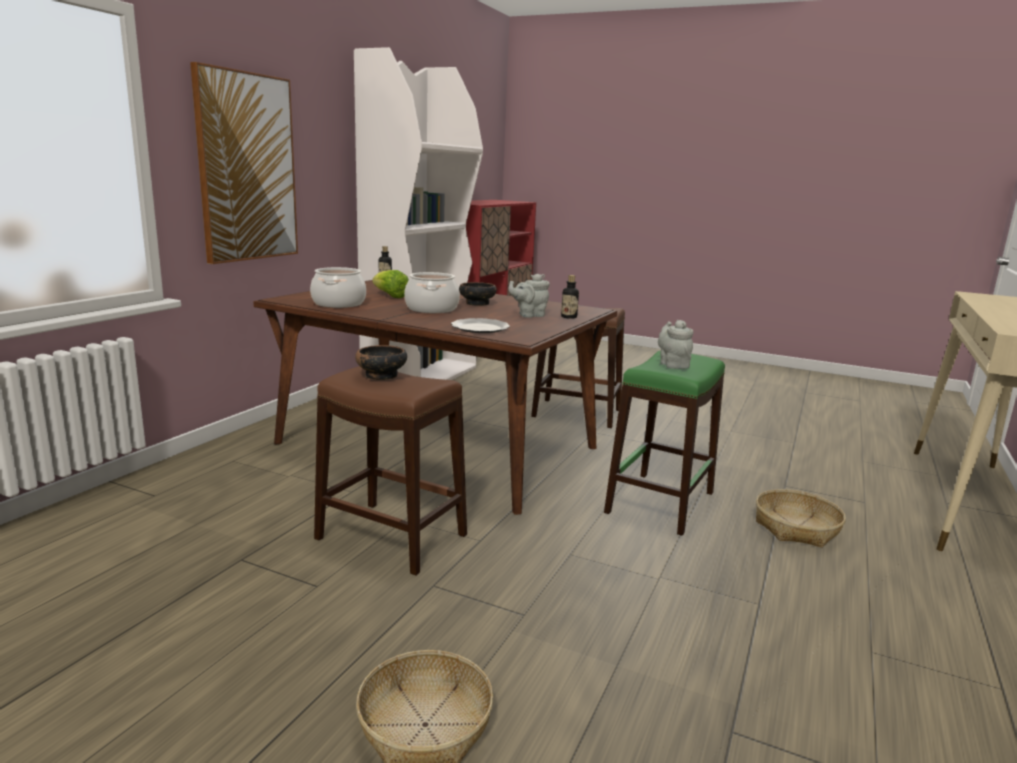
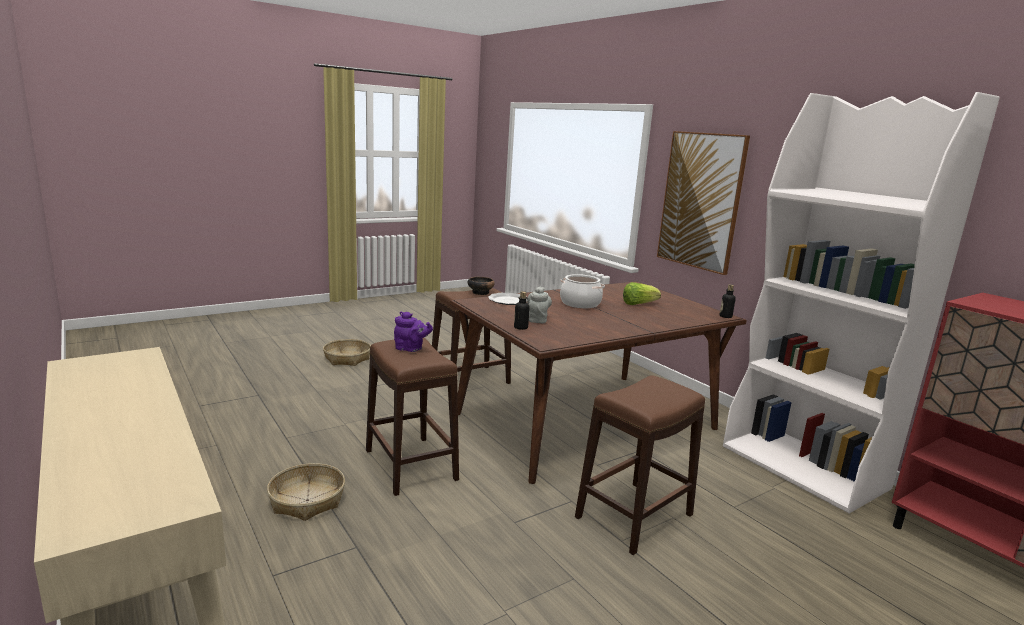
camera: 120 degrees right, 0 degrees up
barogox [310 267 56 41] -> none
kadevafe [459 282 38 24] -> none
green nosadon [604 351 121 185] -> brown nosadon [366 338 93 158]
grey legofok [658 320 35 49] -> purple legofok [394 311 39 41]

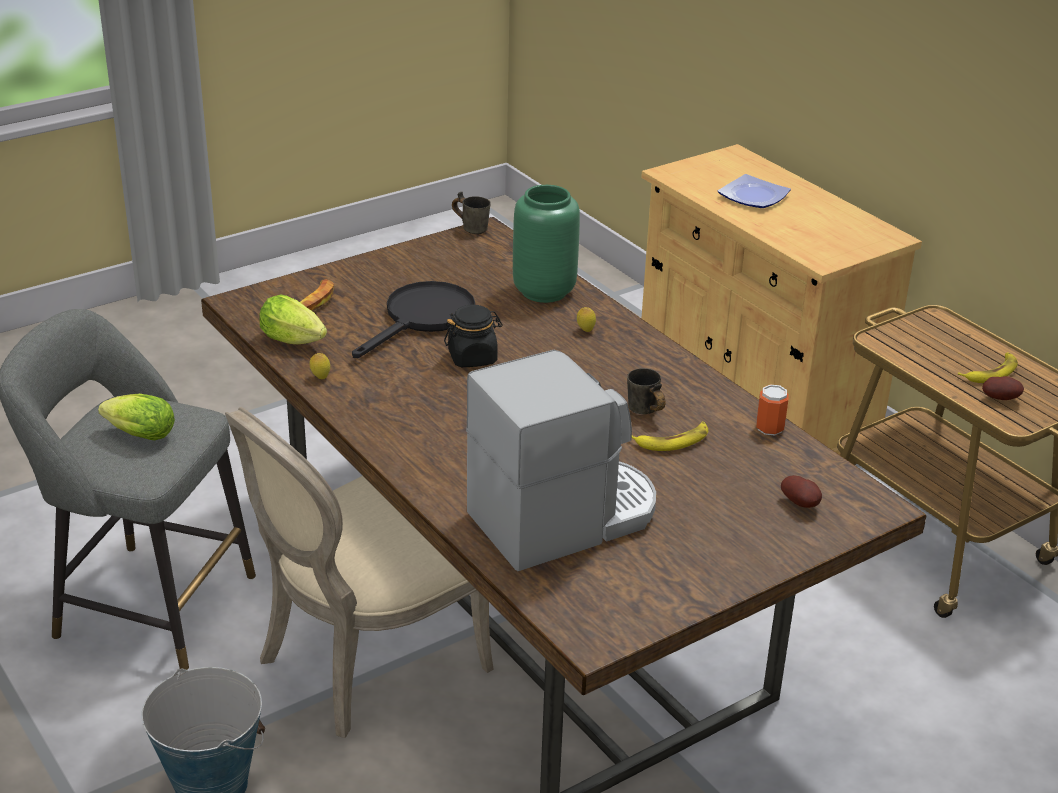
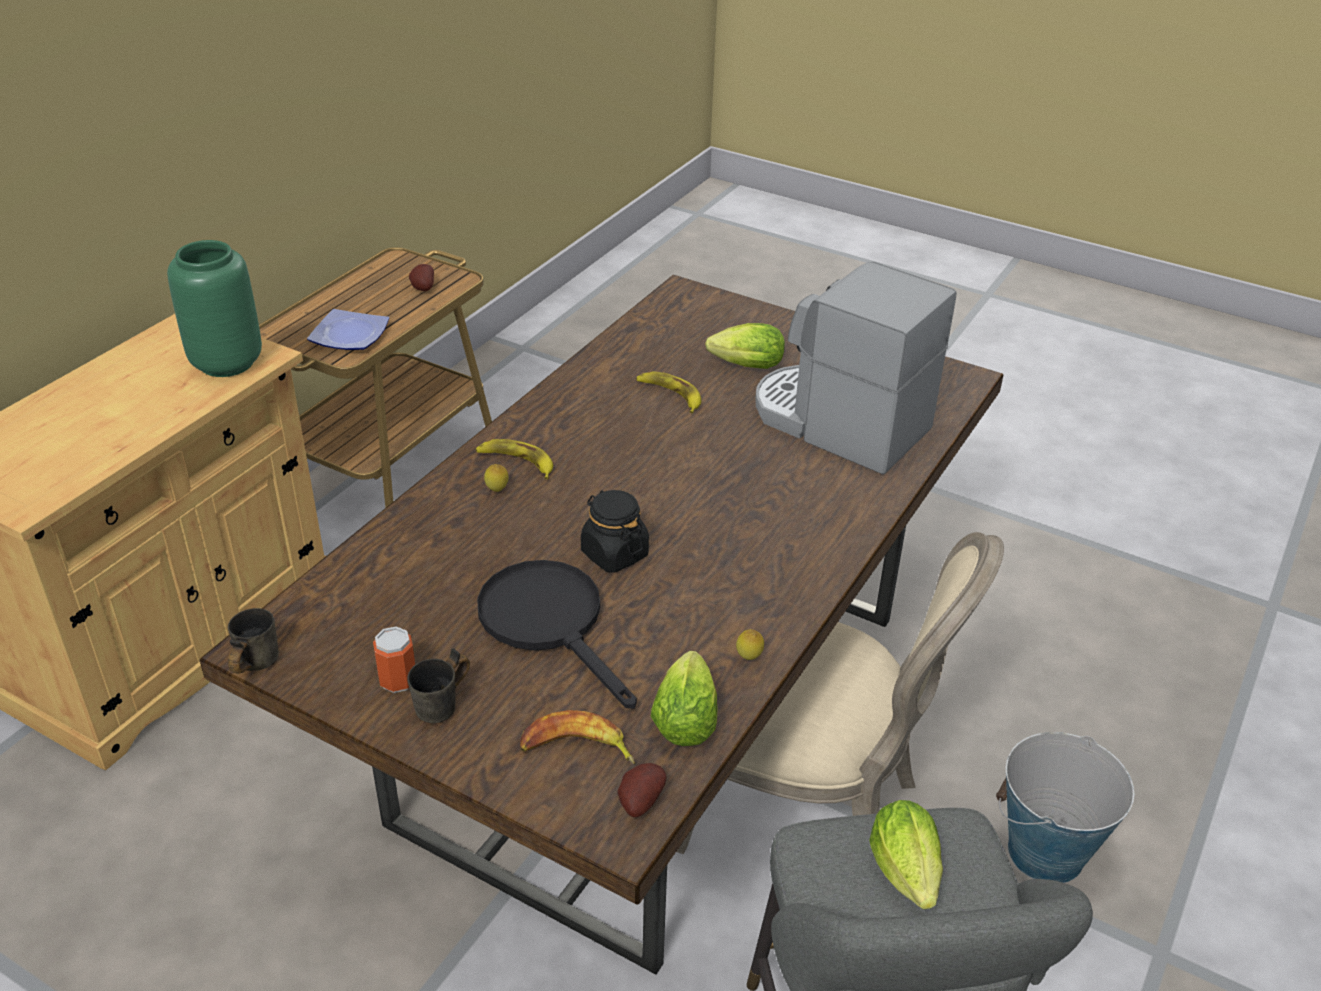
camera: 115 degrees left, 5 degrees up
none -> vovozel [705 323 80 46]
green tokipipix [513 185 67 118] -> green tokipipix [167 240 95 137], relocated
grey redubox [627 368 39 46] -> grey redubox [407 648 63 75], relocated
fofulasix [717 174 74 34] -> fofulasix [307 309 82 41], relocated
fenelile [756 385 32 50] -> fenelile [373 626 42 67], relocated
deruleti [781 475 41 33] -> deruleti [617 763 49 54], relocated
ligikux [958 353 60 30] -> ligikux [476 439 77 40], relocated
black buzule [352 281 123 77] -> black buzule [477 560 160 149], 45 degrees clockwise

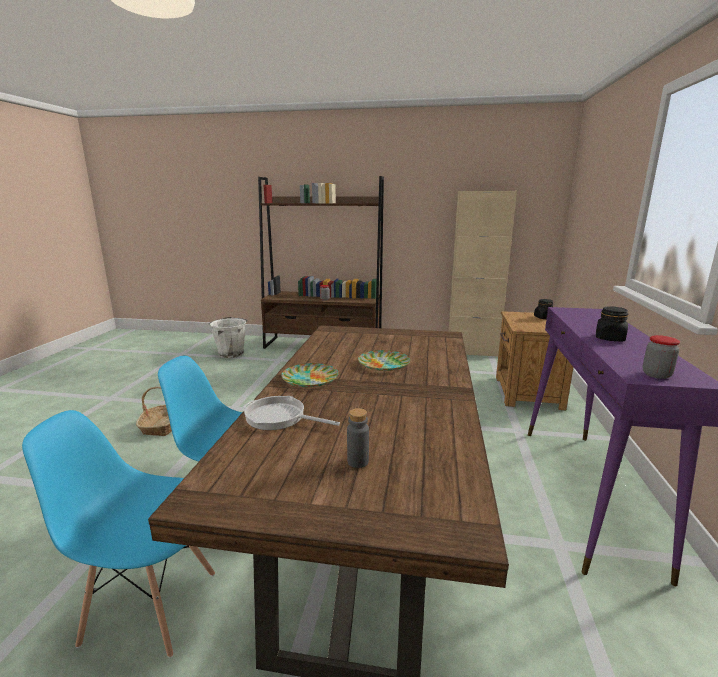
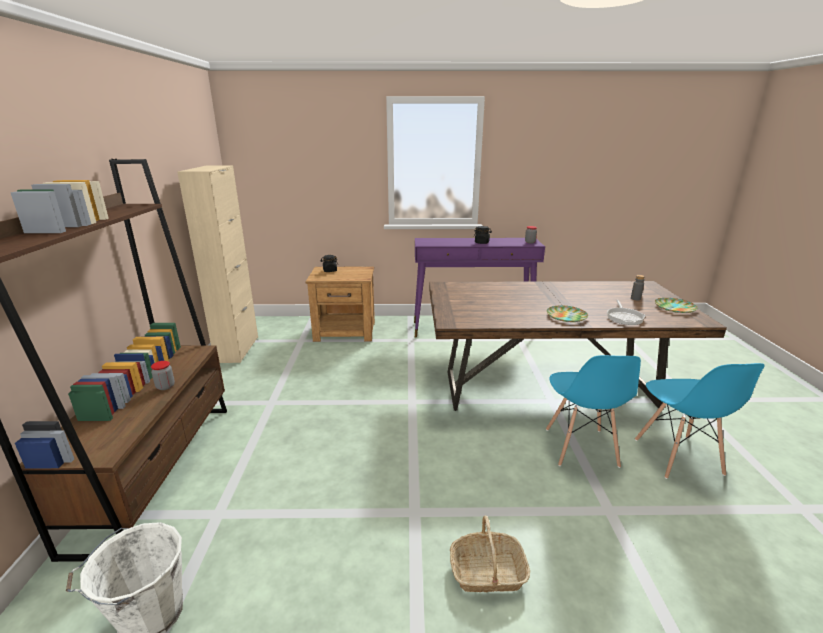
camera: 100 degrees left, 5 degrees up
fofulasix [358 350 52 21] -> fofulasix [655 298 43 15], relocated

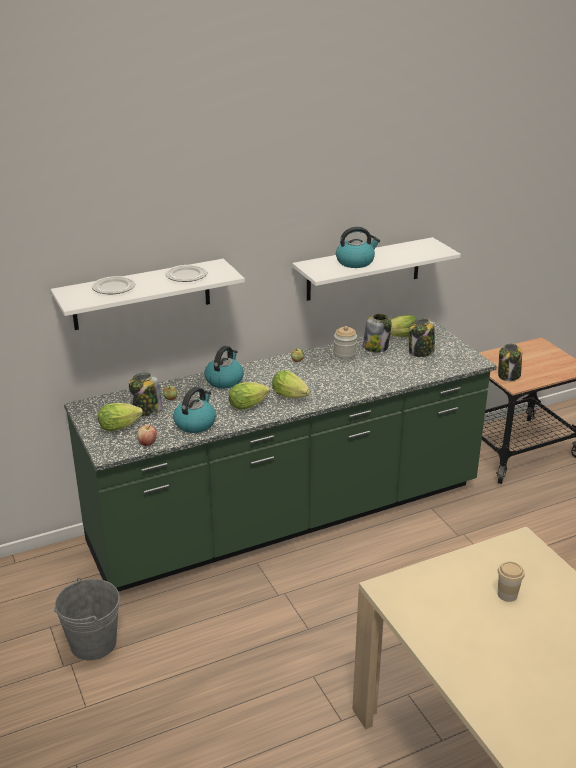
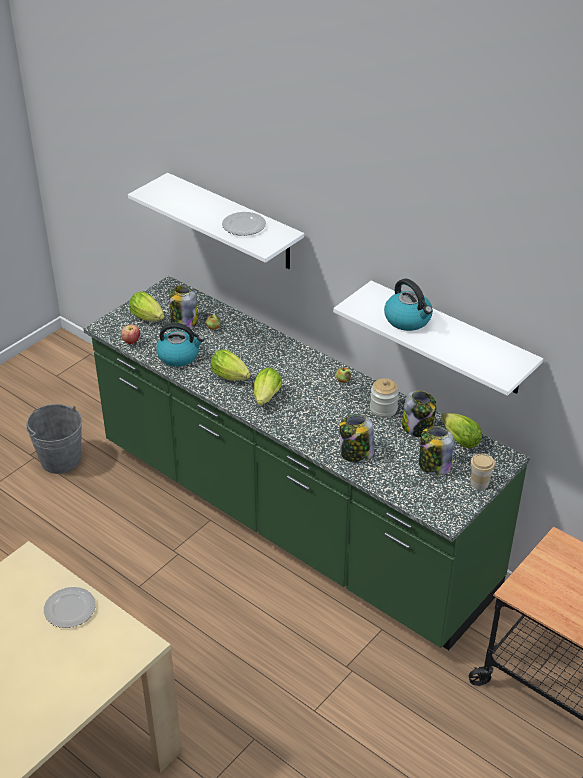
camera: 65 degrees right, 10 degrees up
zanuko [204 346 40 42] -> none
fofulasix [92 276 43 18] -> fofulasix [44 587 52 41], relocated
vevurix [498 343 24 38] -> vevurix [339 414 35 49], relocated
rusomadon [498 562 27 40] -> rusomadon [470 454 25 36], relocated

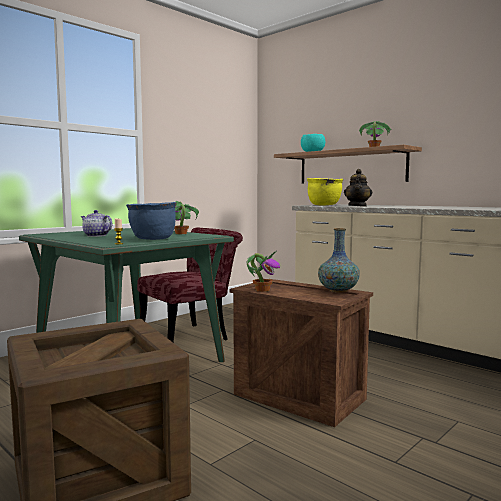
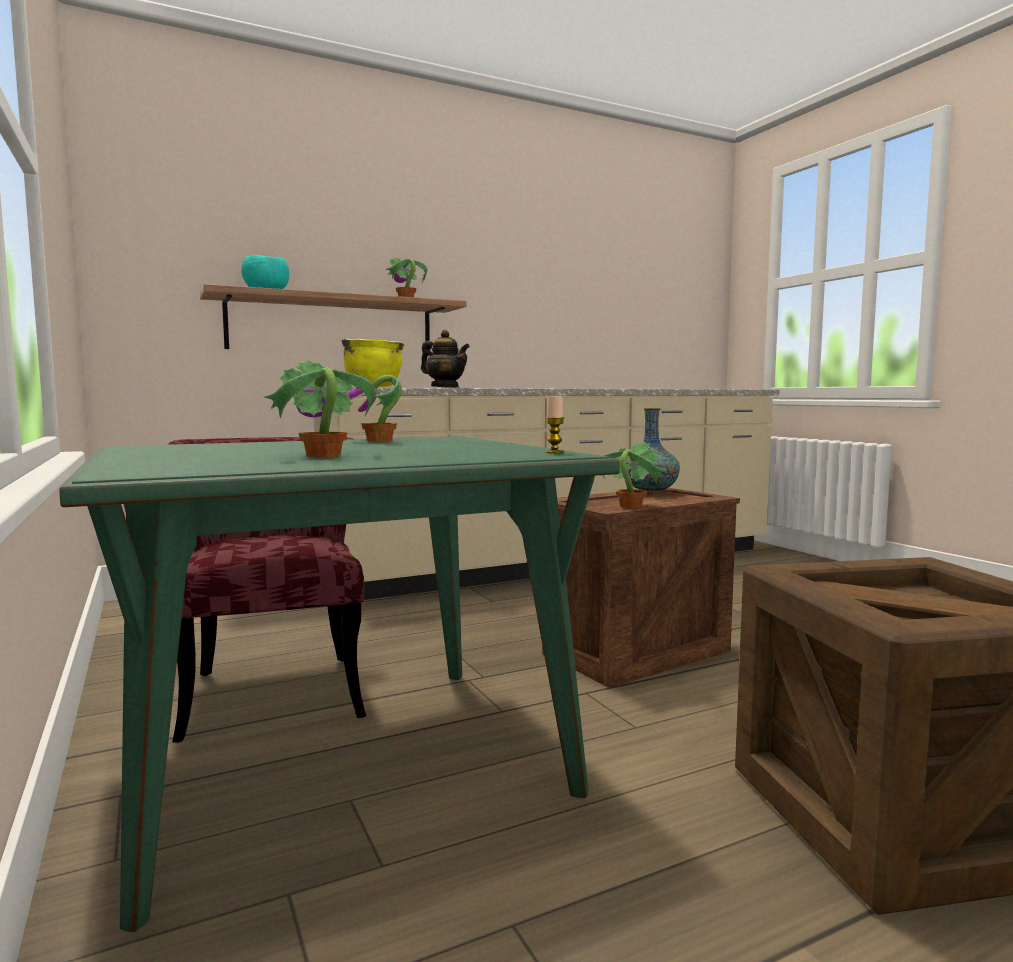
camera: 70 degrees left, 0 degrees up
blue barogox [126 202 51 38] -> none
legofok [81 210 31 27] -> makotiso [264 360 111 98]

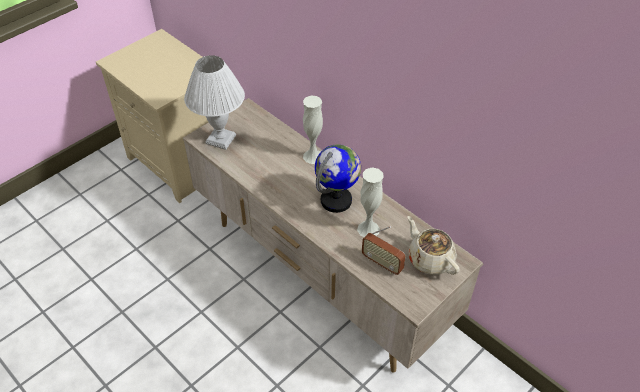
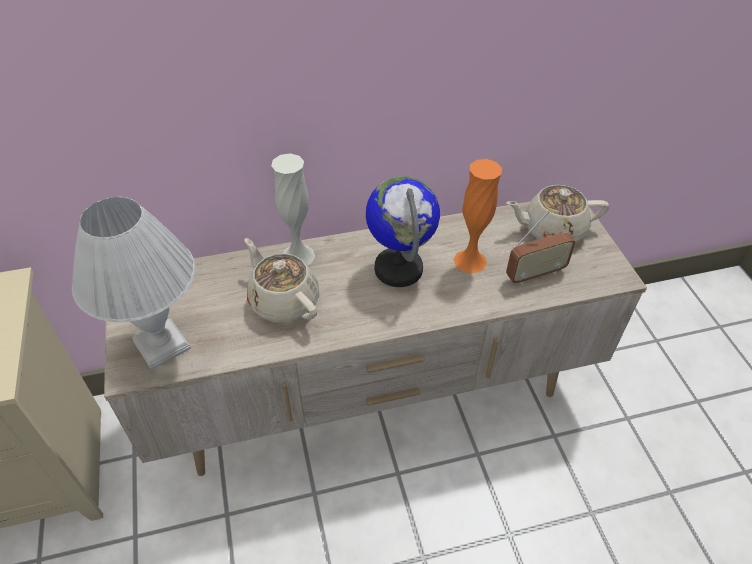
camera: 60 degrees left, 0 degrees up
none -> beige legofok [244 238 75 85]
white tokipipix [357 167 27 70] -> orange tokipipix [453 159 49 114]

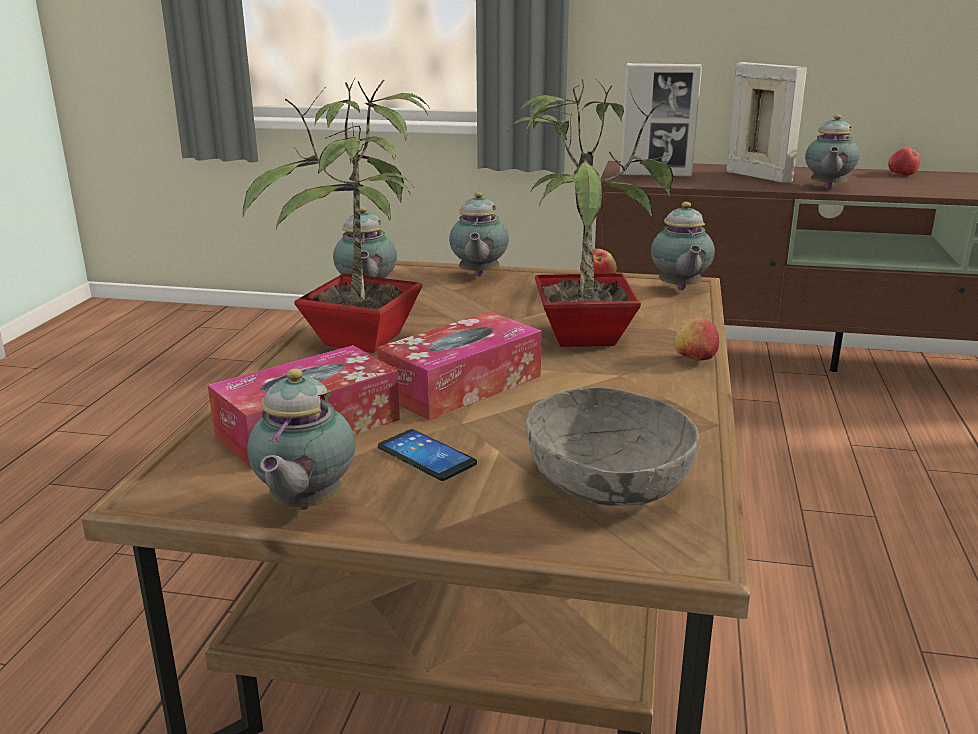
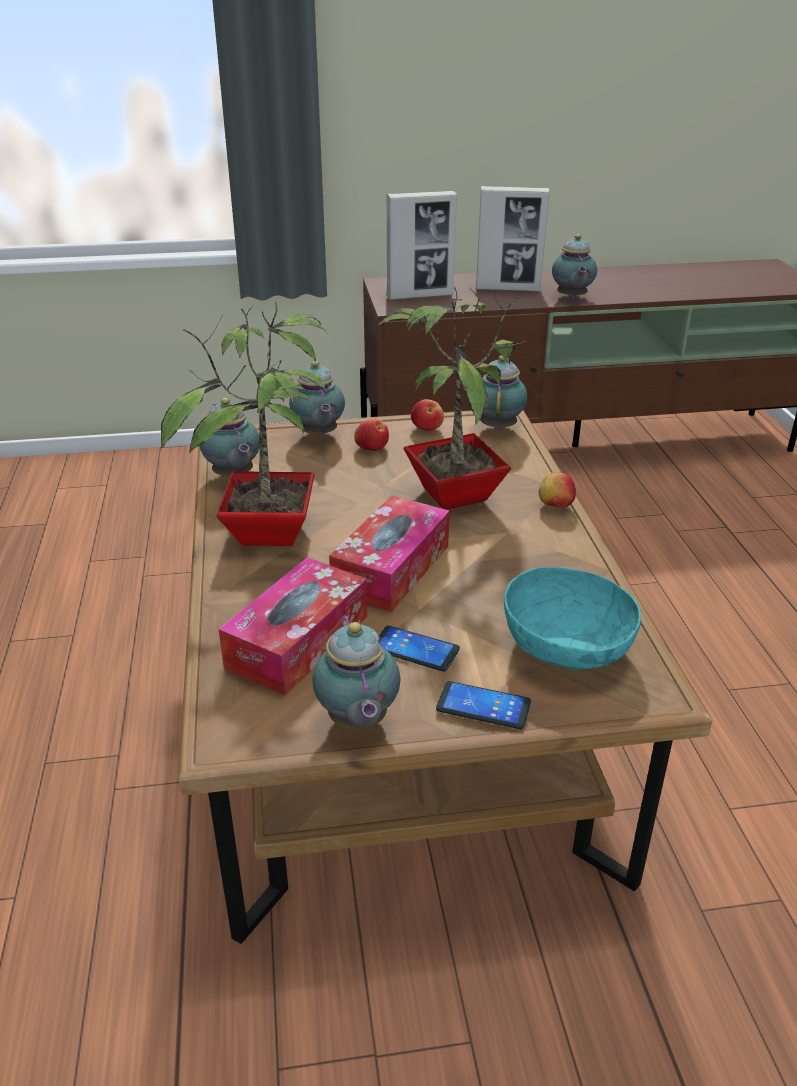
camera: 20 degrees left, 10 degrees up
none -> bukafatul [436 681 95 48]
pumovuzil [888 148 32 28] -> pumovuzil [354 419 35 32], relocated
grey kadevafe [525 387 174 119] -> turquoise kadevafe [504 567 137 103]
legofok [651 202 64 88] -> legofok [480 355 48 75], 150 degrees counterclockwise
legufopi [726 62 81 121] -> legufopi [476 186 74 105], 150 degrees clockwise

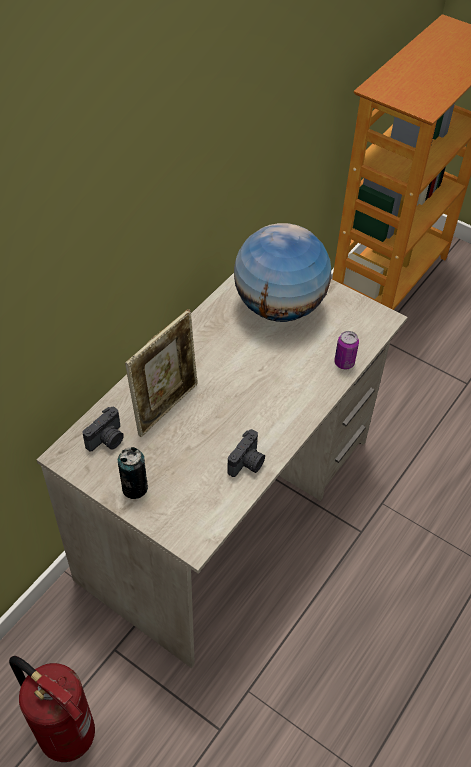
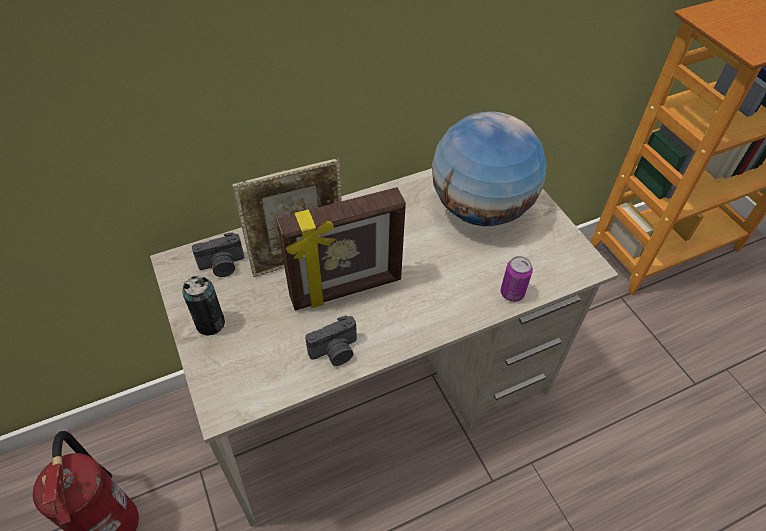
camera: 30 degrees right, 0 degrees up
none -> legufopi [276 187 130 124]

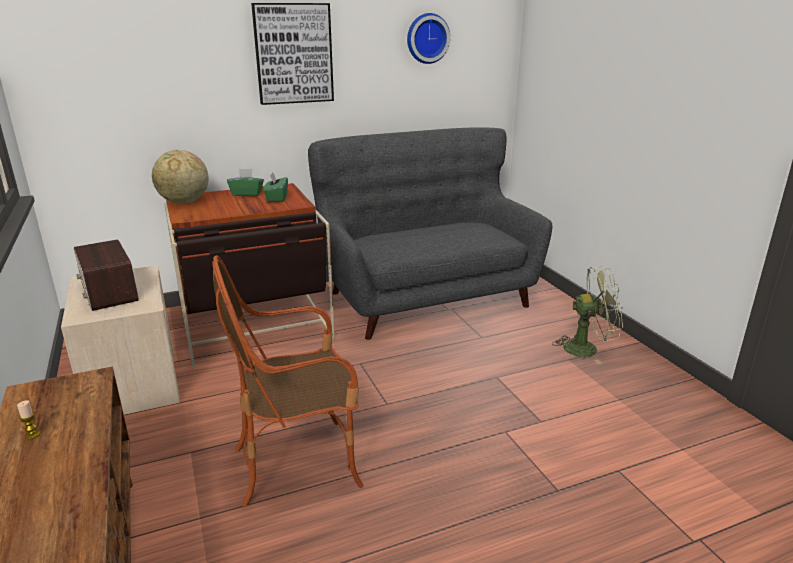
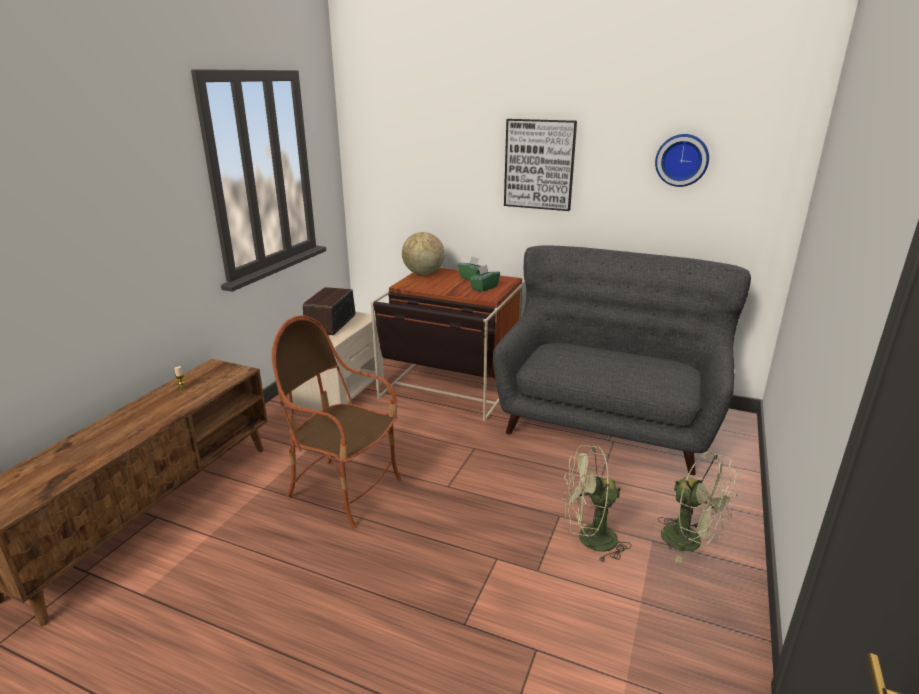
camera: 45 degrees right, 0 degrees up
none -> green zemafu [562 445 69 118]

